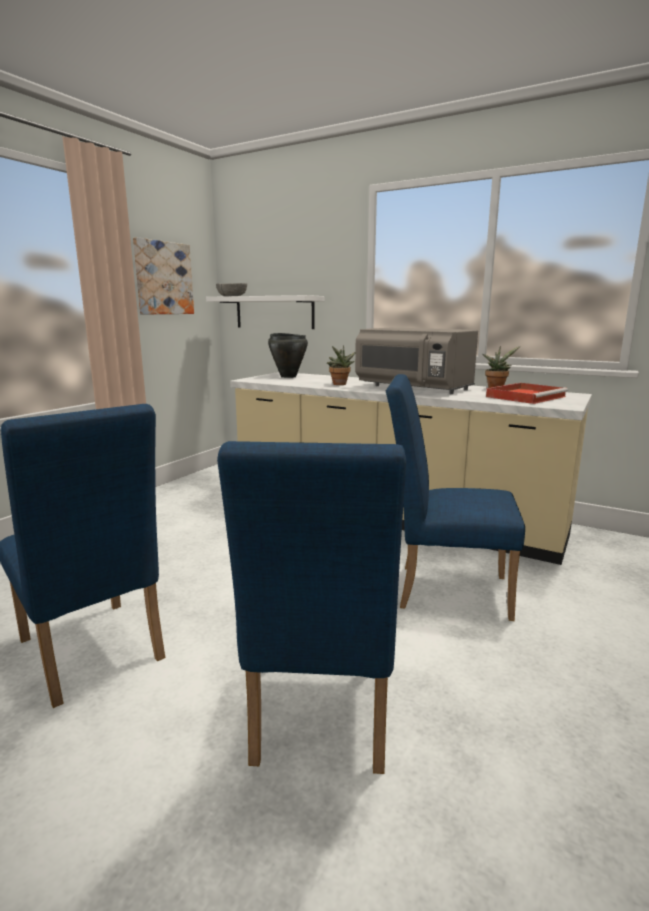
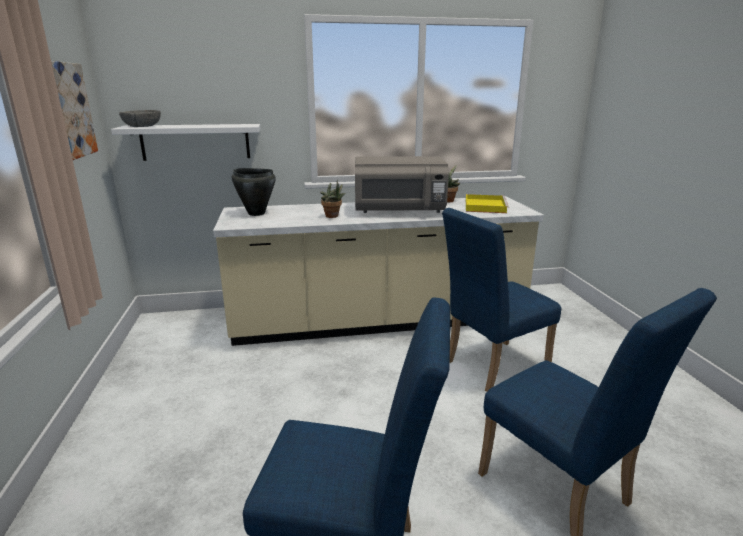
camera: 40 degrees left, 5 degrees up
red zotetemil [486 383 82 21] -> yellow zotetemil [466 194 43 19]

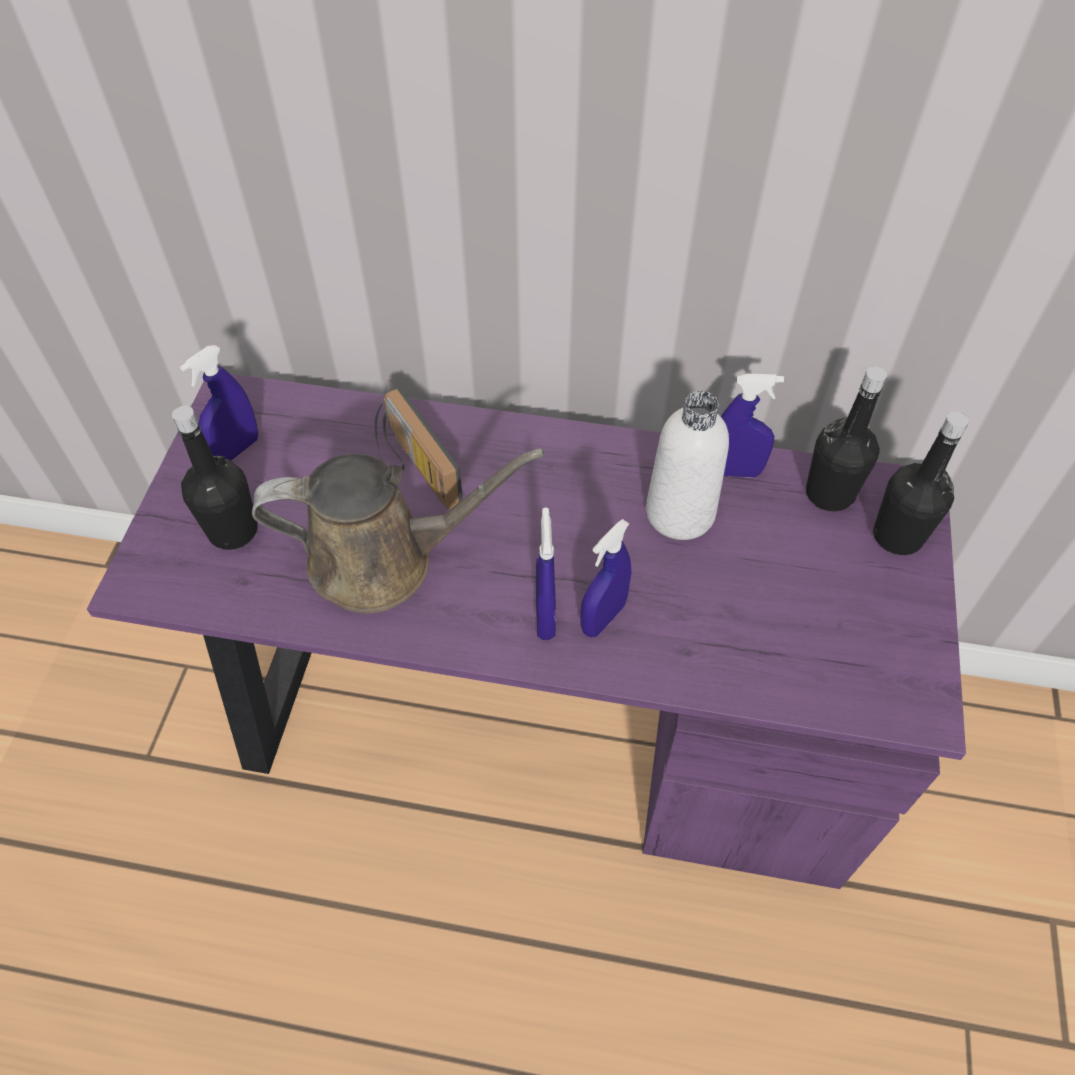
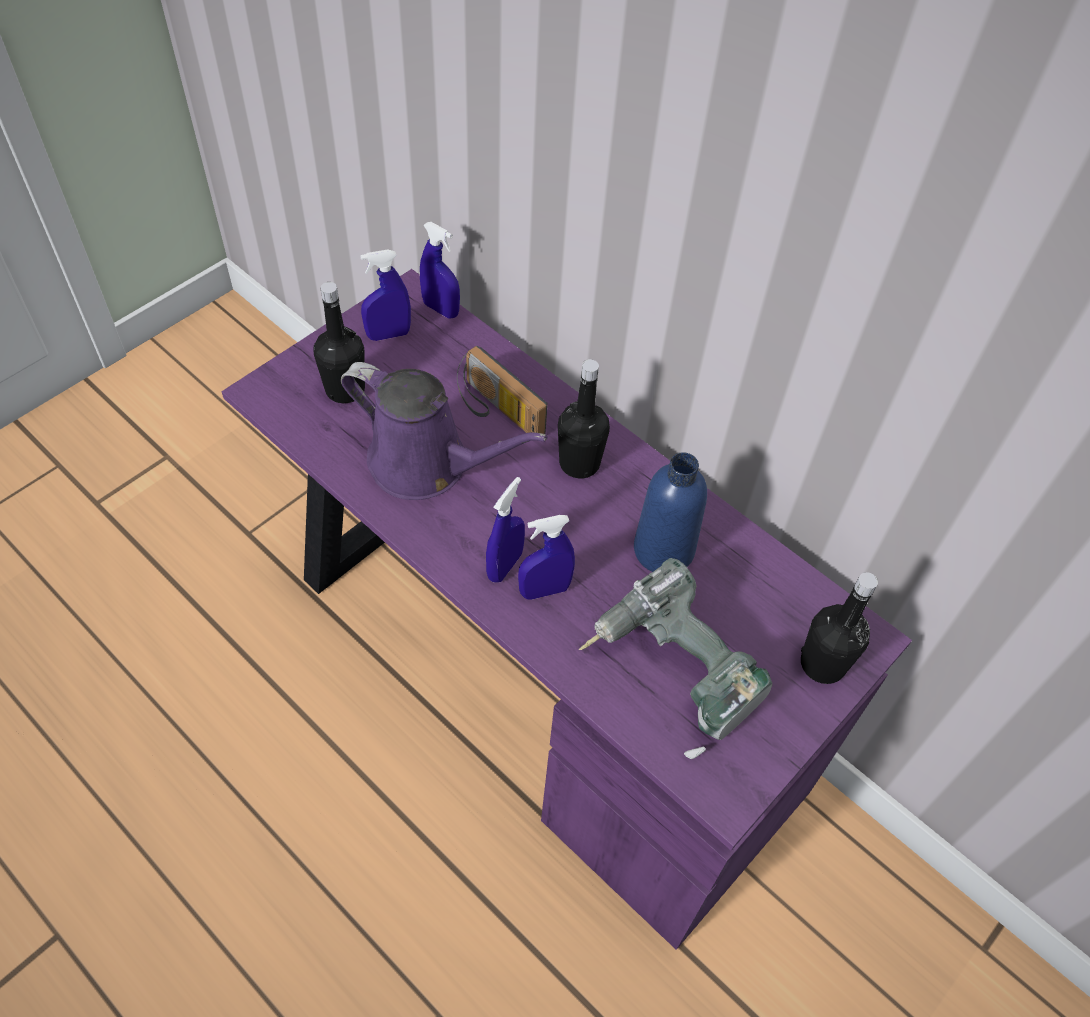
camera: 30 degrees right, 0 degrees up
none -> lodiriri [579 558 193 201]
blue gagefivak [721 374 63 103] -> blue gagefivak [420 222 40 96], relocated
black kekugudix [806 366 81 146] -> black kekugudix [558 359 52 120], relocated
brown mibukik [252 448 292 165] -> purple mibukik [341 362 207 138]
white kekugudix [646 391 83 149] -> blue kekugudix [634 452 73 120]
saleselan [374 388 89 121] -> saleselan [457 346 91 88], 45 degrees counterclockwise

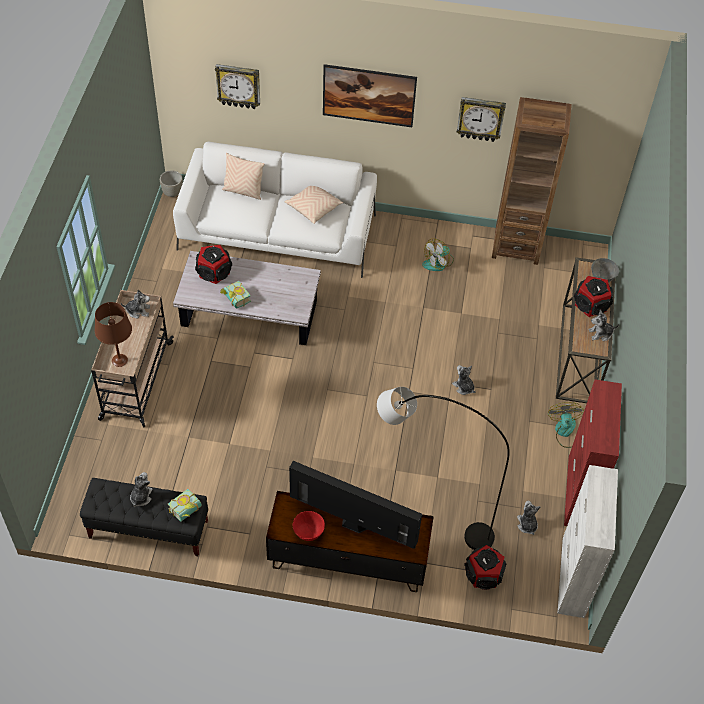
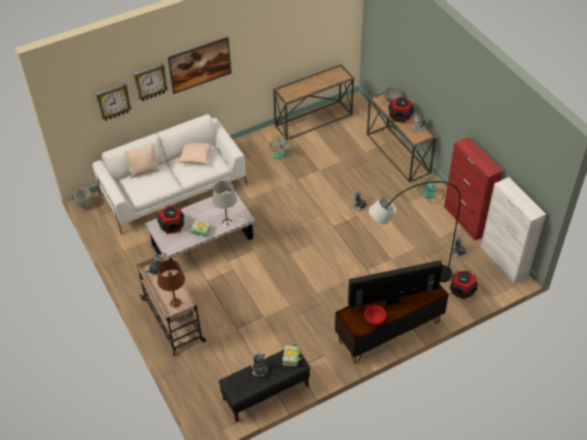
camera: 35 degrees left, 5 degrees down
none -> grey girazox [212 181 25 46]
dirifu [457 97 49 45] -> dirifu [133 63 35 38], relocated
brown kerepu [492 97 80 168] -> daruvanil [273 64 82 76]

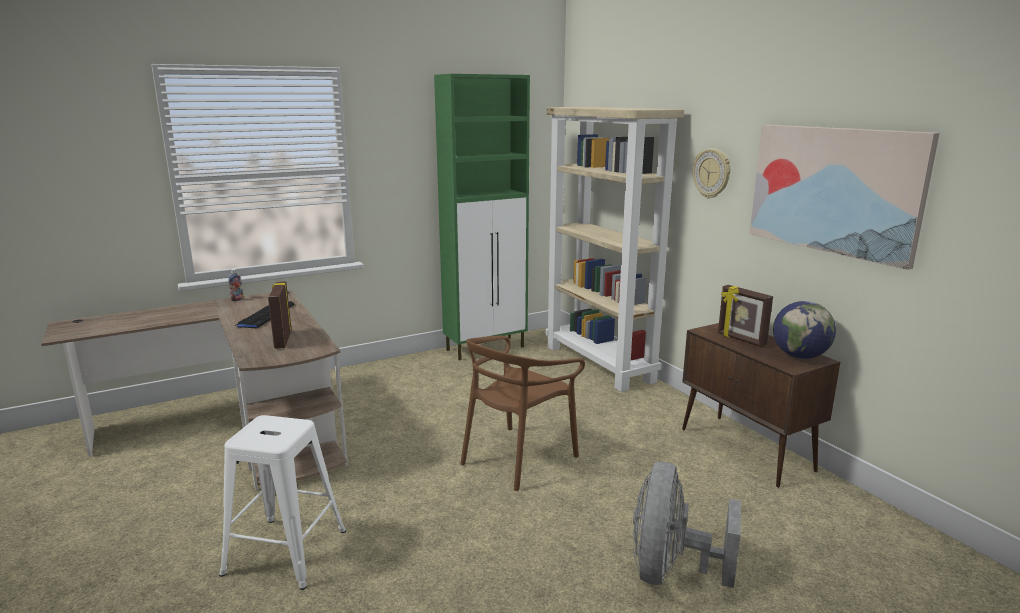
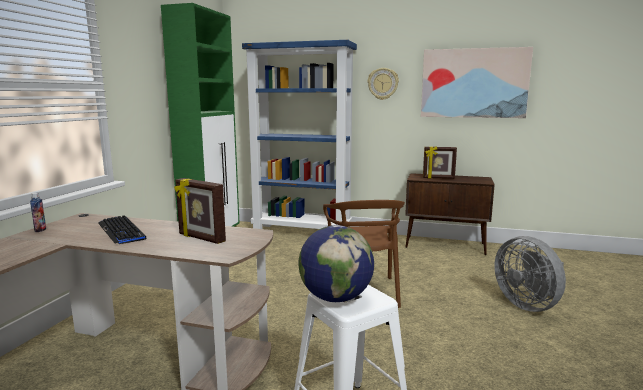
camera: 45 degrees left, 5 degrees down
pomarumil [773 301 63 58] -> pomarumil [298 225 76 77], relocated
beige kerepu [545 107 139 285] -> blue kerepu [242 40 115 189]

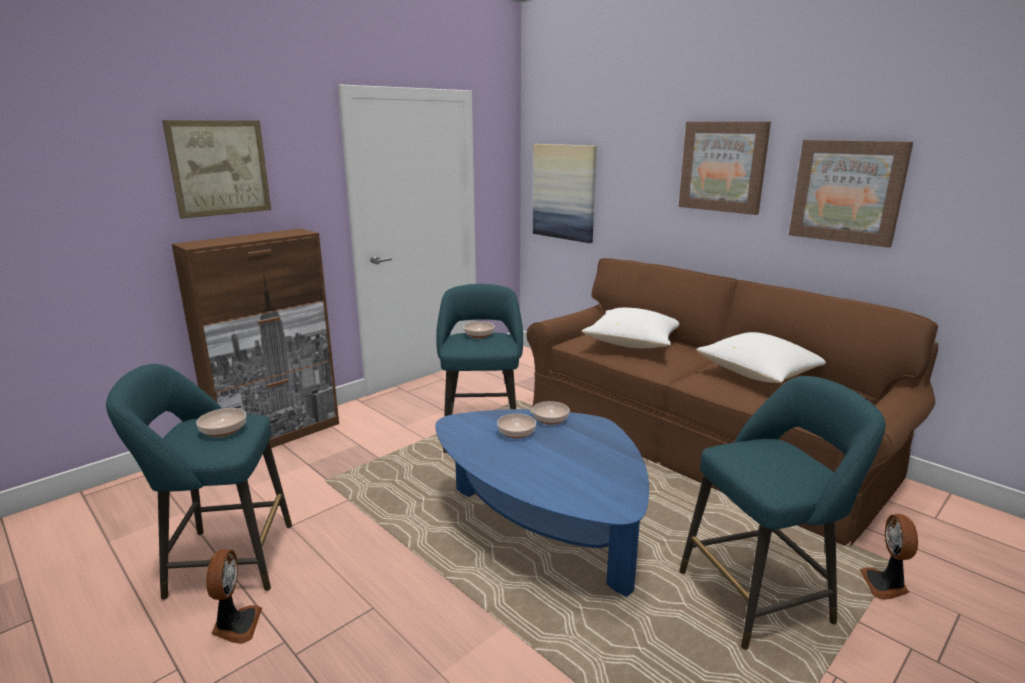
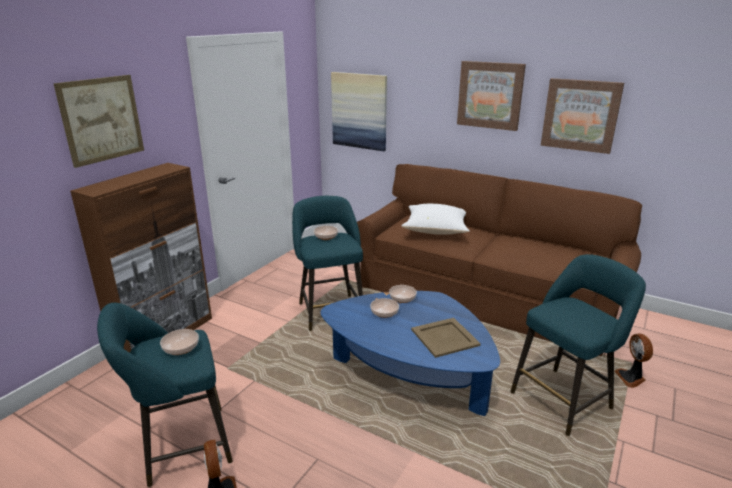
camera: 15 degrees left, 5 degrees up
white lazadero [697 332 129 51] -> none
none -> beige zotetemil [411 318 70 40]

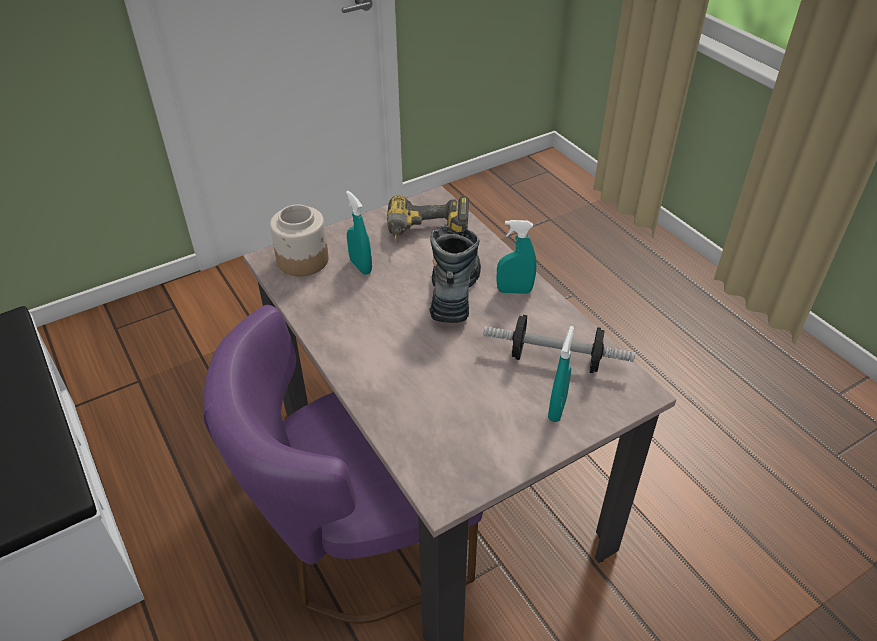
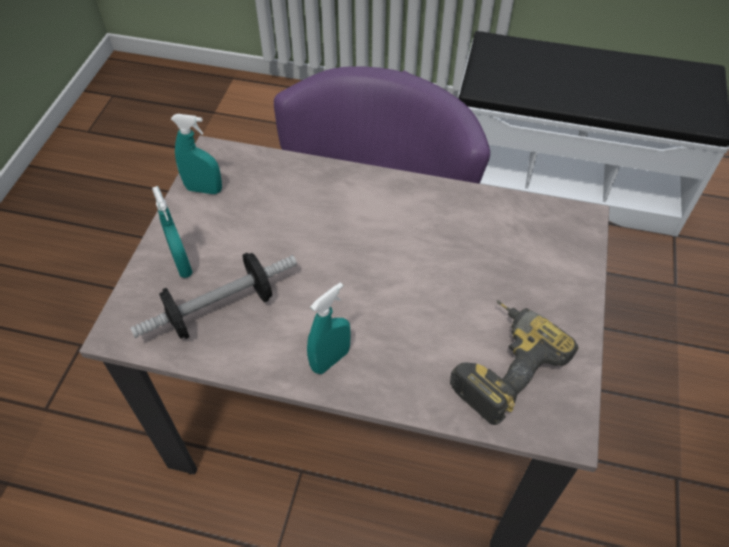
camera: 135 degrees right, 10 degrees up
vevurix [270 205 59 71] -> none
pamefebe [429 225 52 98] -> none
turquoise gagefivak [346 191 26 84] -> turquoise gagefivak [171 114 51 80], relocated

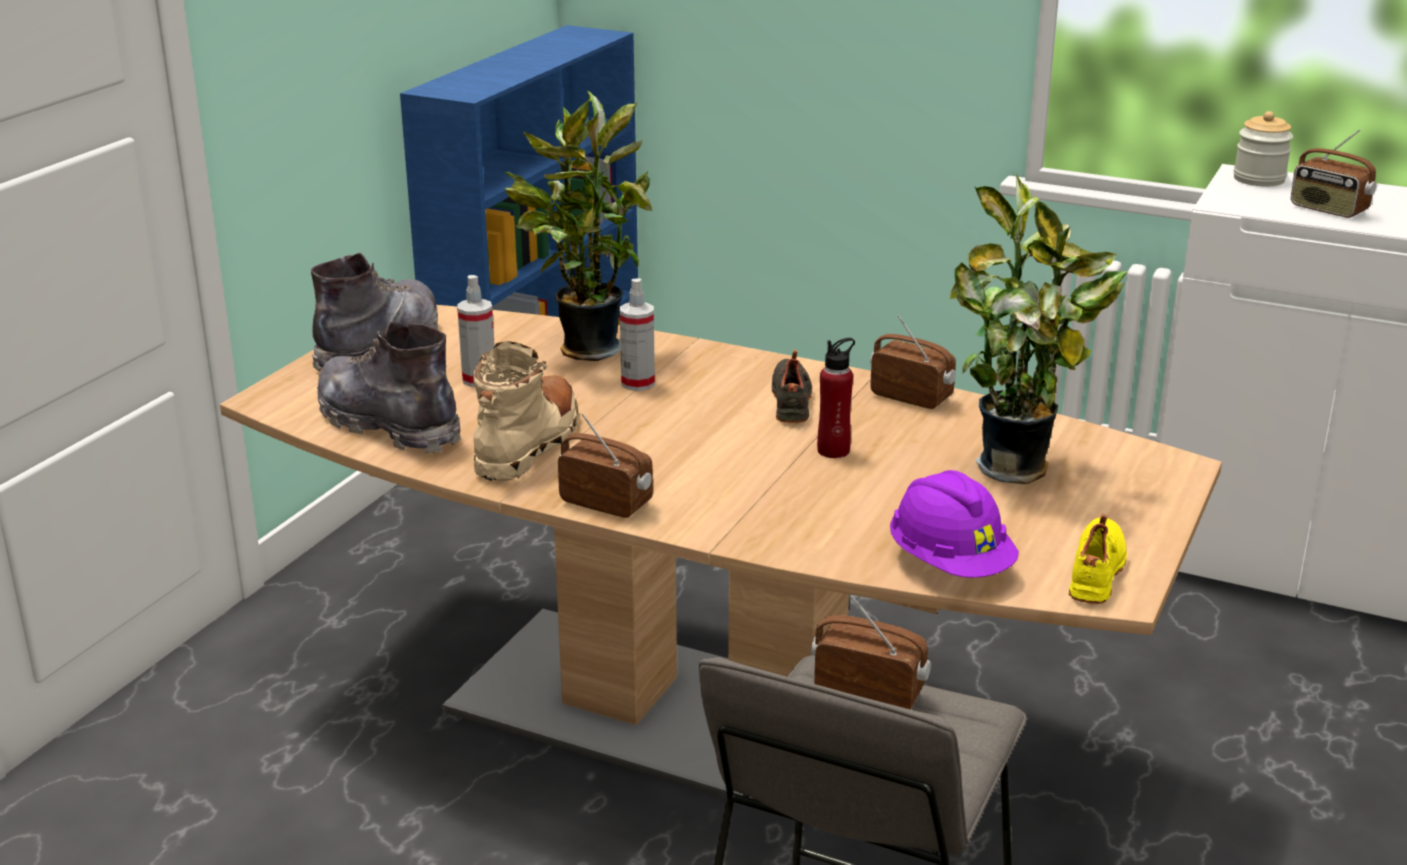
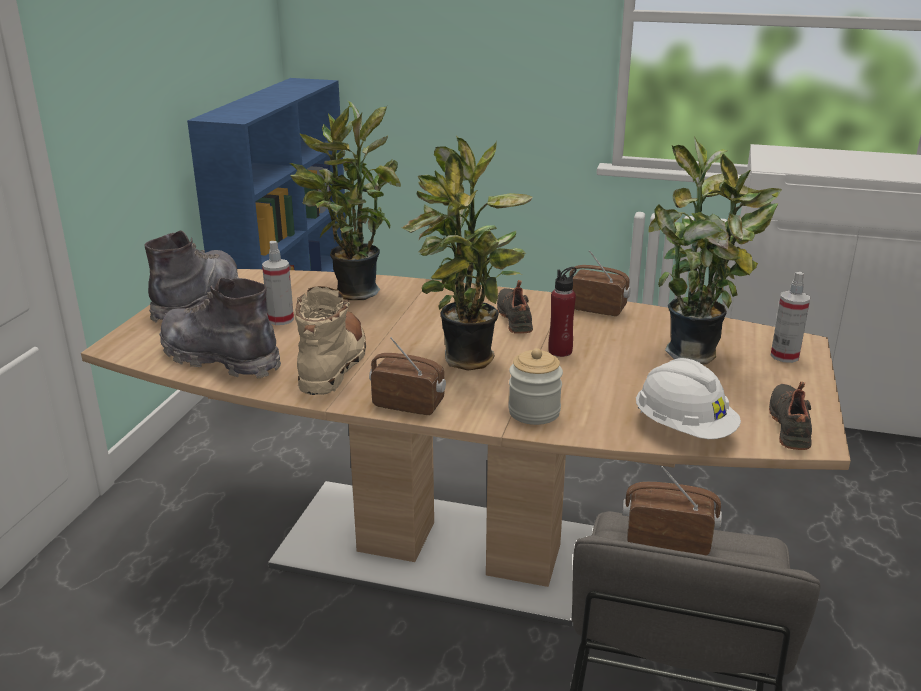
camera: 10 degrees left, 0 degrees up
saleselan [1291 129 86 89] -> none
none -> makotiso [401 136 132 234]
gagefivak [620 279 35 112] -> gagefivak [770 272 40 91], relocated
vevurix [1234 111 59 75] -> vevurix [508 348 55 77], relocated
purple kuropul [890 470 129 108] -> white kuropul [636 358 105 81]
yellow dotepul [1069 513 58 91] -> black dotepul [769 381 43 69]

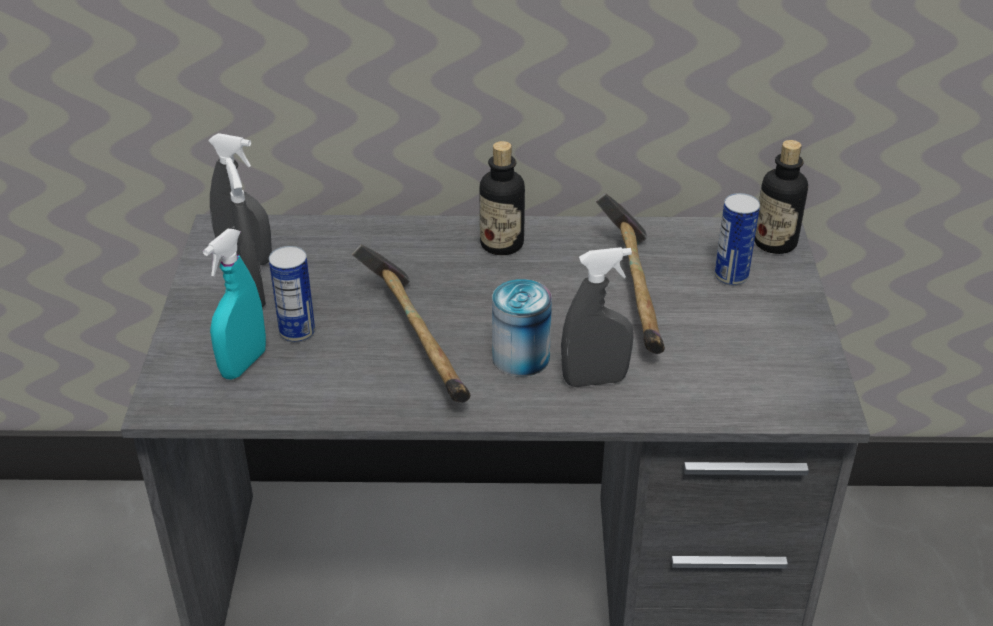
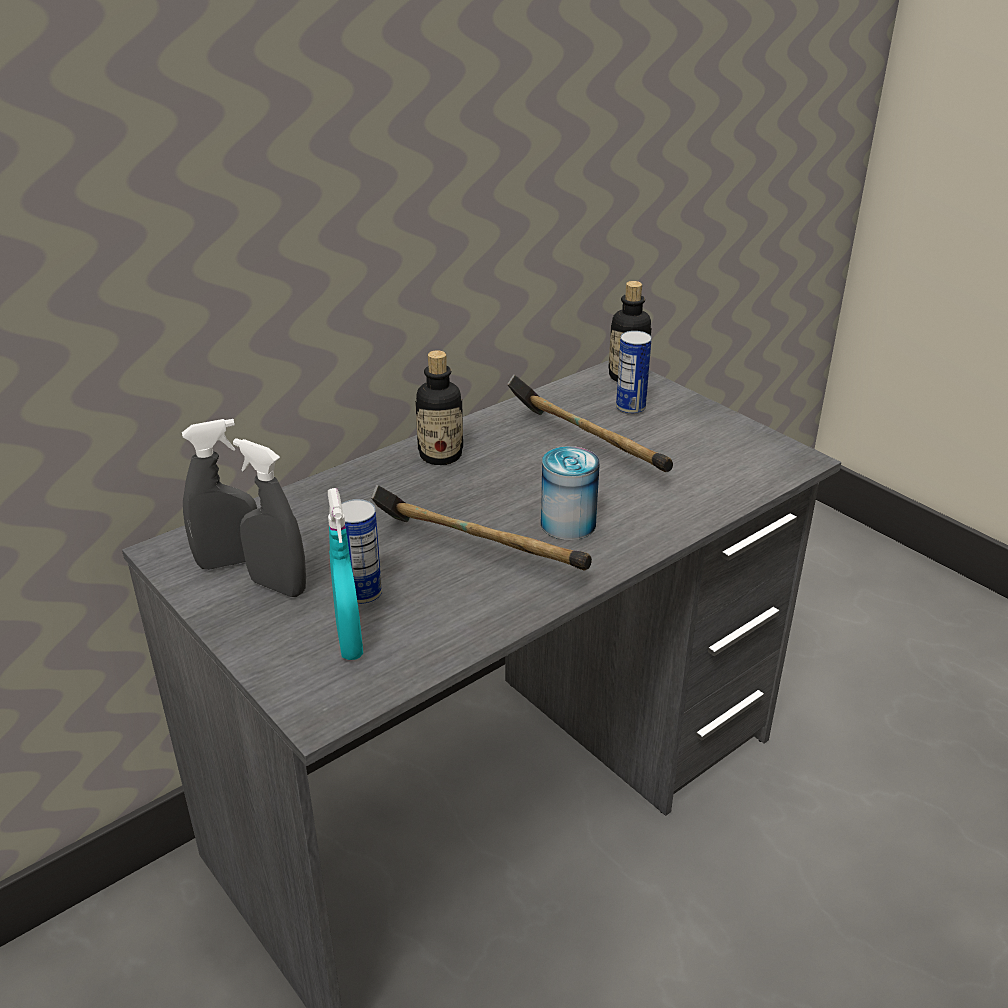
camera: 40 degrees left, 5 degrees down
grey gagefivak [561 247 72 140] -> none

